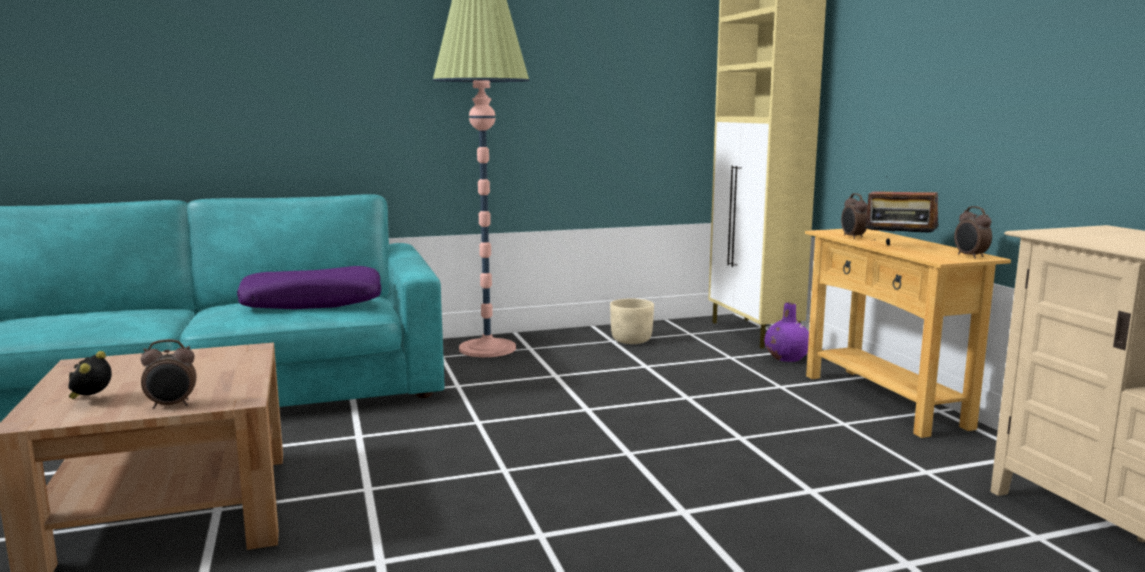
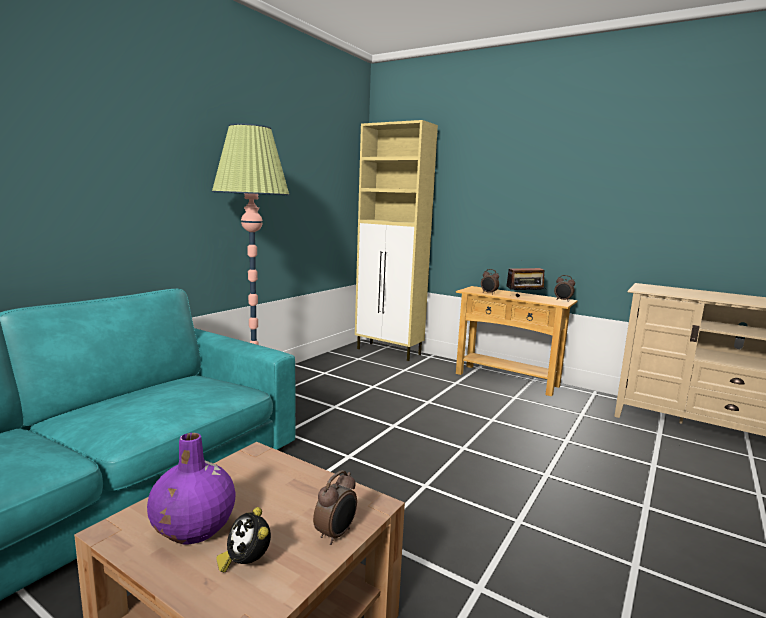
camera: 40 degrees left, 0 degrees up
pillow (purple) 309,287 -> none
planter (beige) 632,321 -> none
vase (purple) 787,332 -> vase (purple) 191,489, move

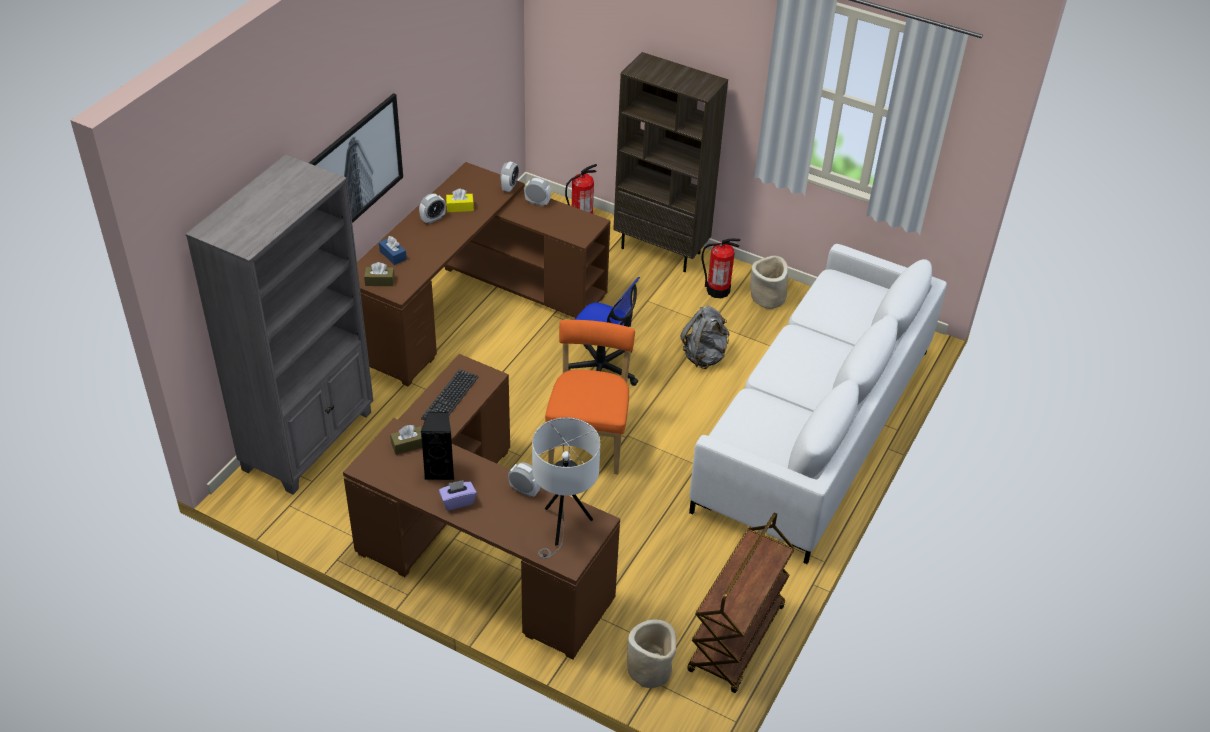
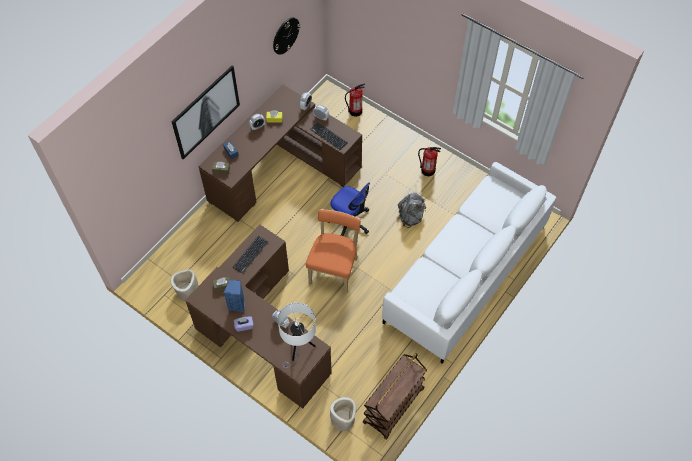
camera: 10 degrees right, 15 degrees up
bookcase (brown) 670,162 -> none
bookcase (grey) 279,325 -> none
planter (beige) 769,282 -> planter (beige) 184,285, move
speaker (black) 437,446 -> speaker (blue) 234,296
none -> wall clock 286,36
none -> keyboard 329,136

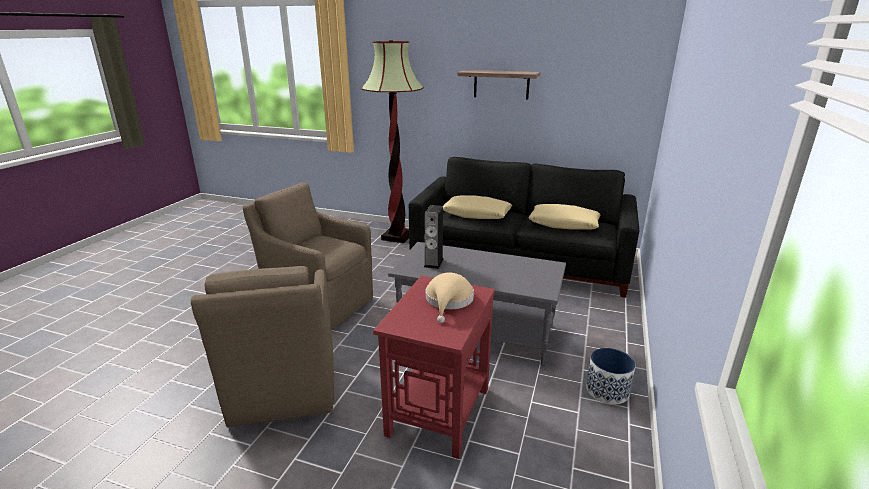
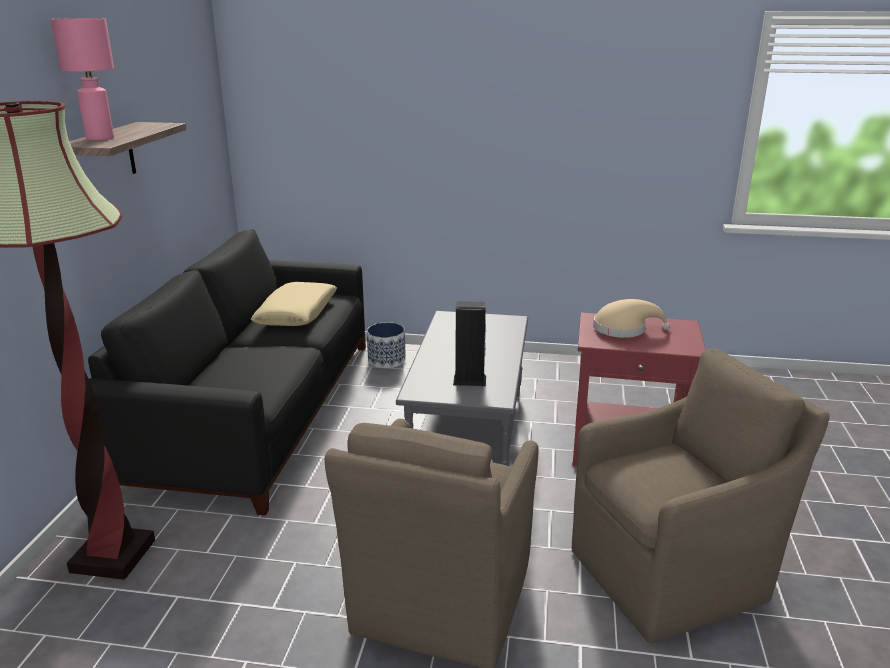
camera: 100 degrees left, 0 degrees up
pillow (beige) 477,207 -> none
planter 611,376 -> planter 386,345, move
none -> table lamp (pink) 82,79

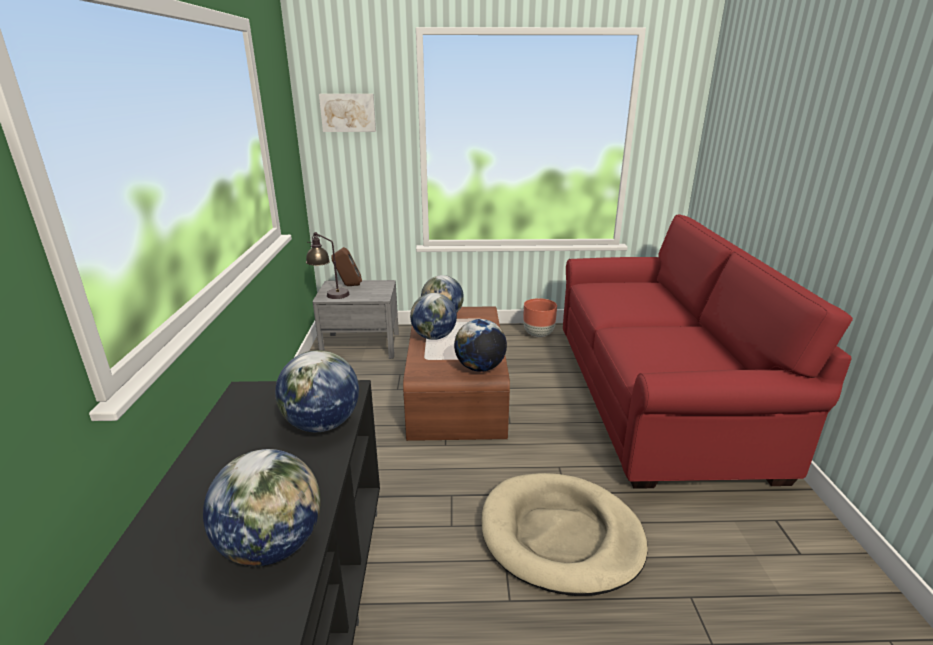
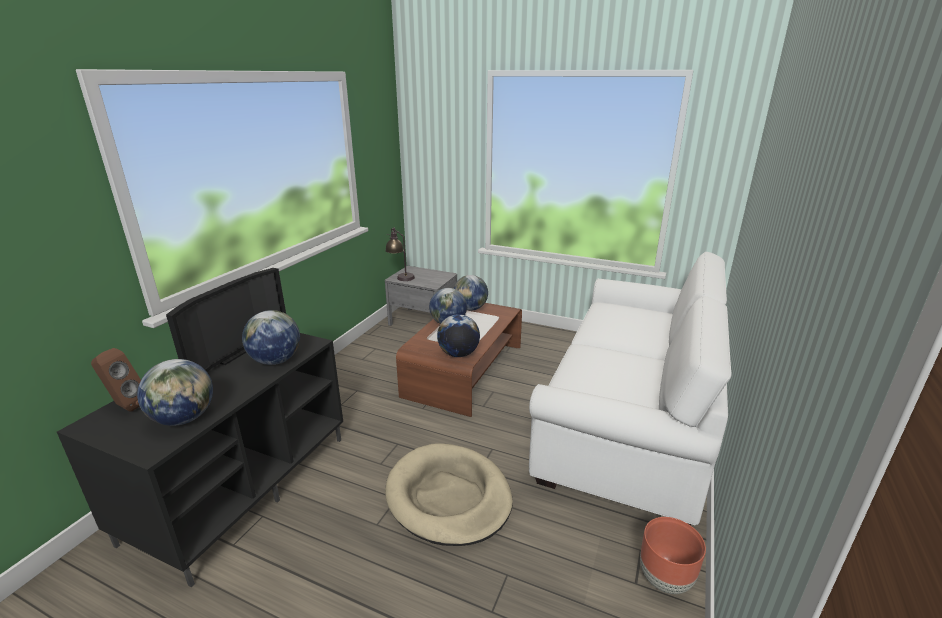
camera: 25 degrees right, 0 degrees up
picture 347,113 -> none
sofa (red) 708,352 -> sofa (white) 630,389
speaker (brown) 346,266 -> speaker (brown) 116,379, move
planter (brown) 540,317 -> planter (brown) 673,555, move
none -> television 226,320

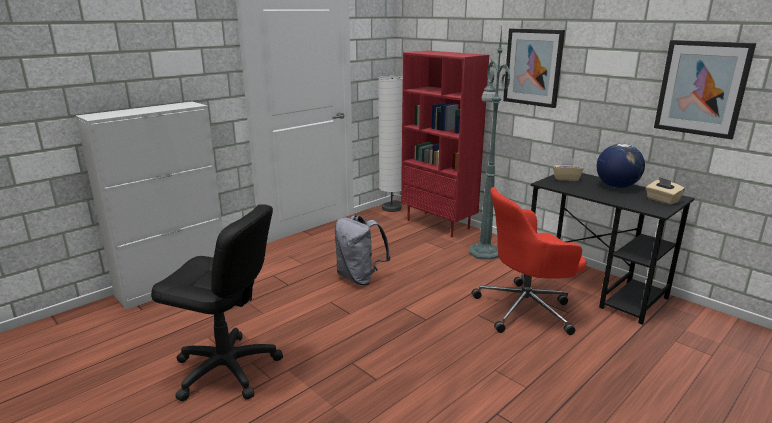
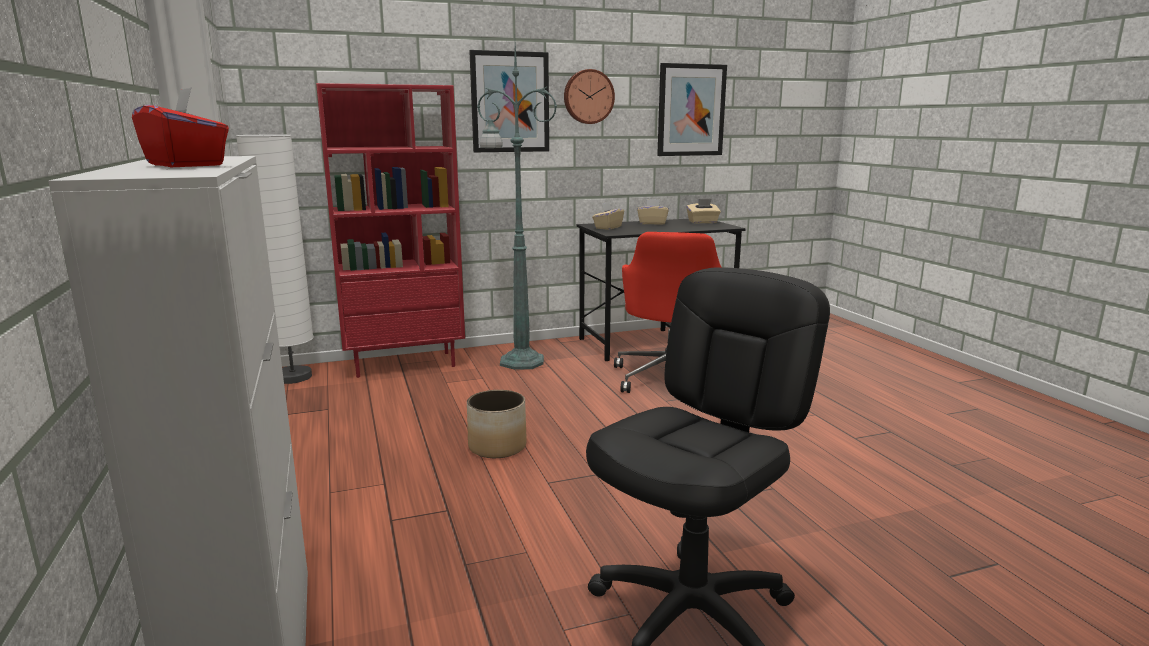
camera: 65 degrees left, 5 degrees down
globe 621,166 -> tissue box (beige) 653,212
backpack (grey) 362,250 -> planter 497,424
none -> wall clock 589,96
none -> tissue box (red) 180,127

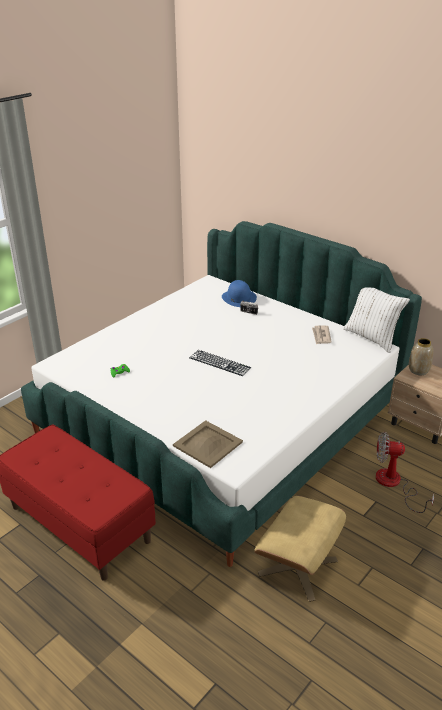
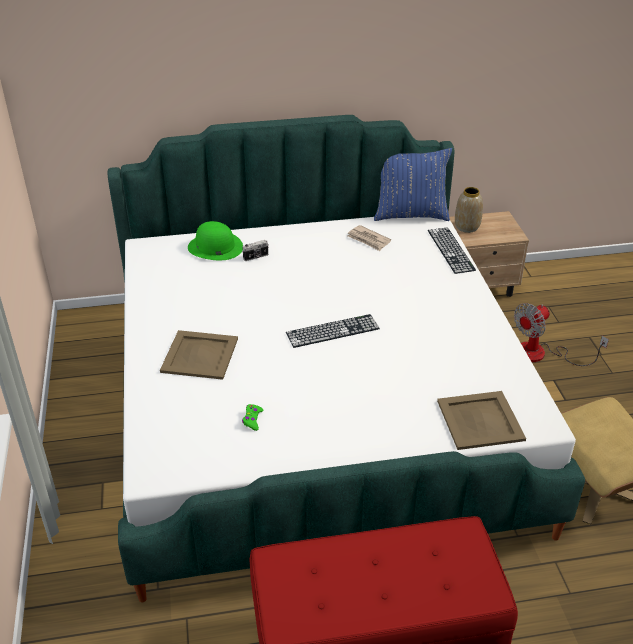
camera: 50 degrees left, 5 degrees up
hat (blue) 239,293 -> hat (green) 215,240
pillow (white) 376,320 -> pillow (blue) 413,184
none -> keyboard 452,250
none -> tray (beige) 199,355

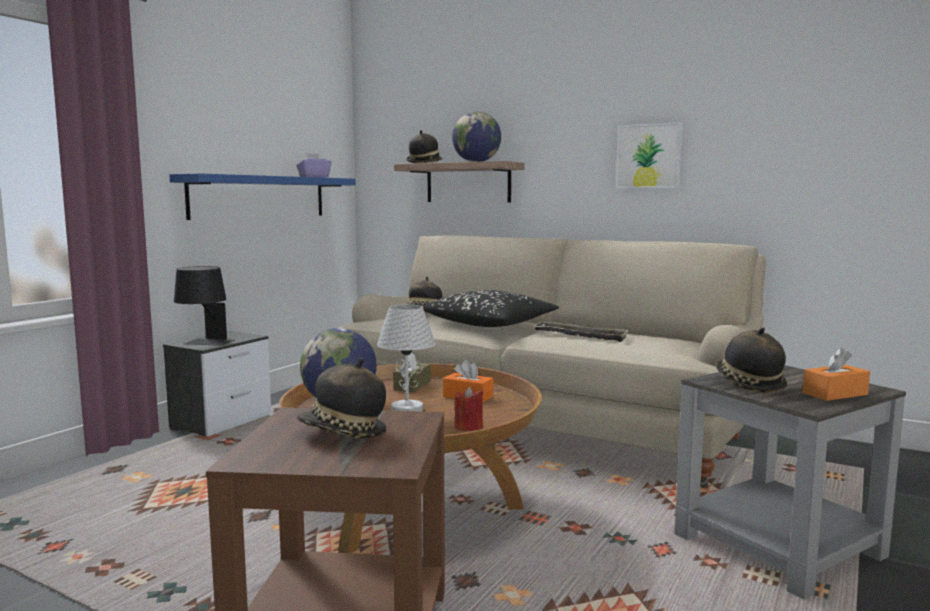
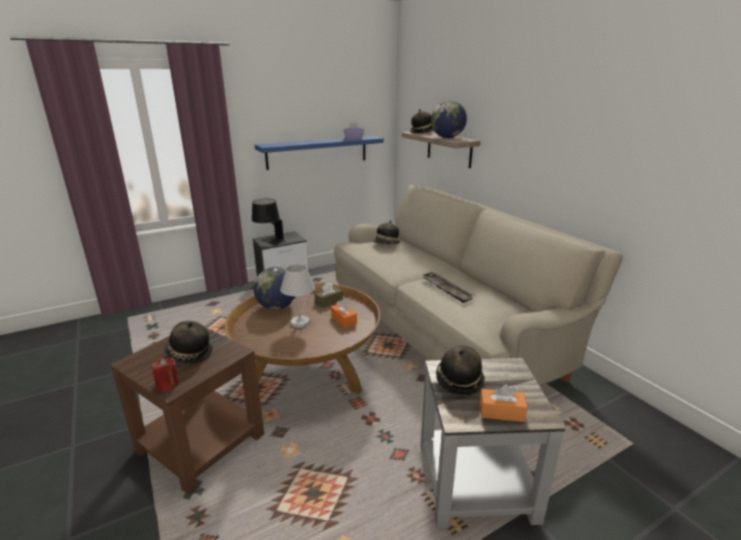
camera: 30 degrees right, 15 degrees up
picture 649,155 -> none
pillow (black) 491,308 -> none
candle (red) 469,408 -> candle (red) 165,375, move

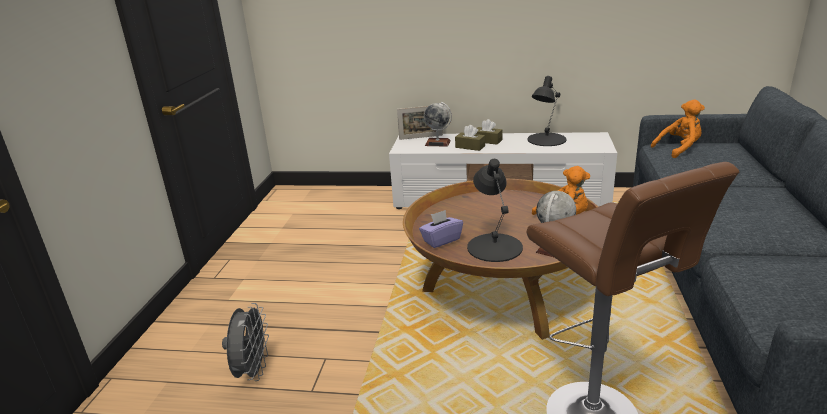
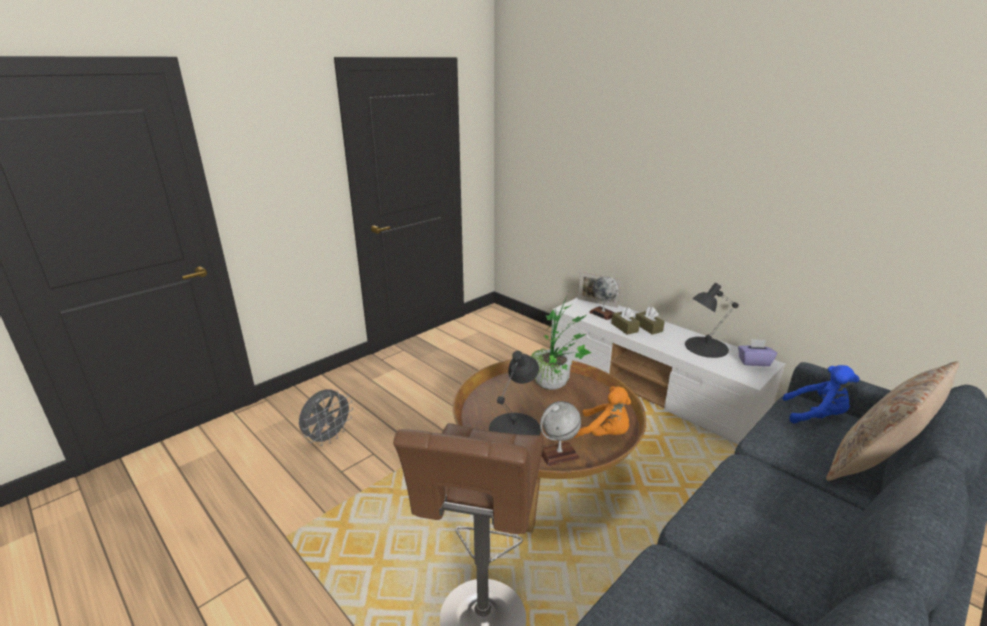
camera: 35 degrees right, 0 degrees up
plush toy (orange) 678,128 -> plush toy (blue) 821,394
tissue box (purple) 441,229 -> tissue box (purple) 757,352, move
none -> potted plant 561,341
none -> pillow (beige) 892,421

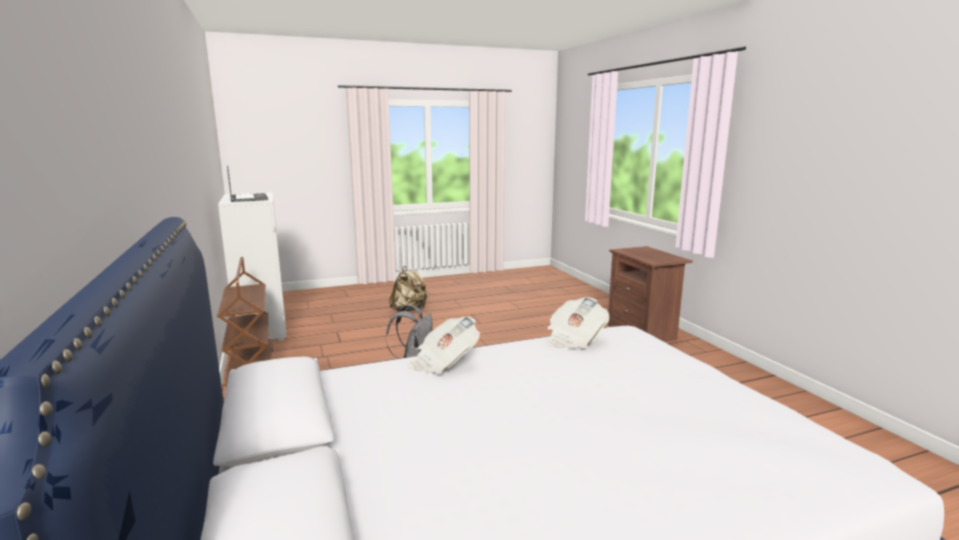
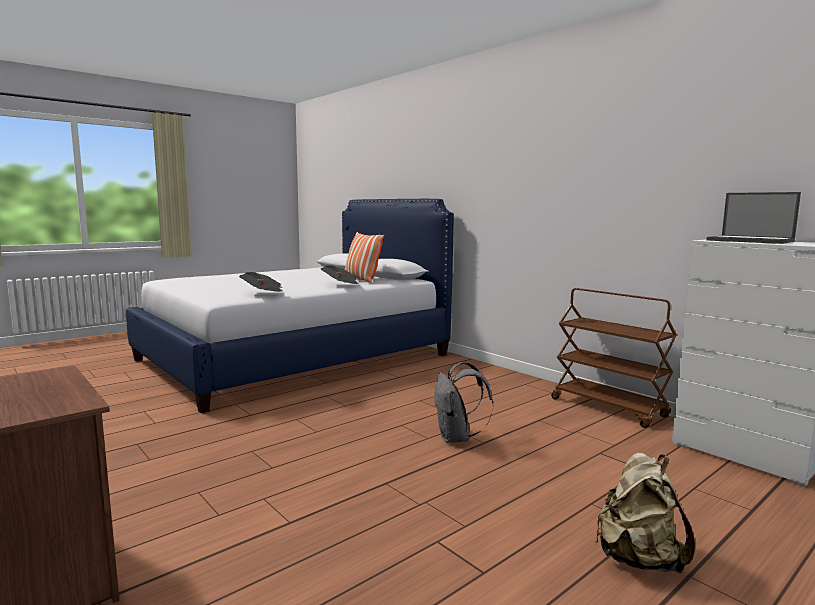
camera: 160 degrees right, 5 degrees down
none -> pillow 364,257

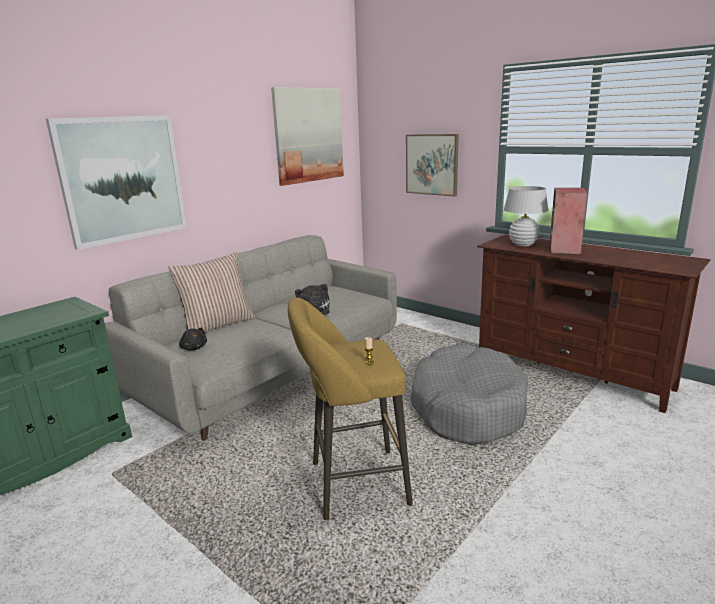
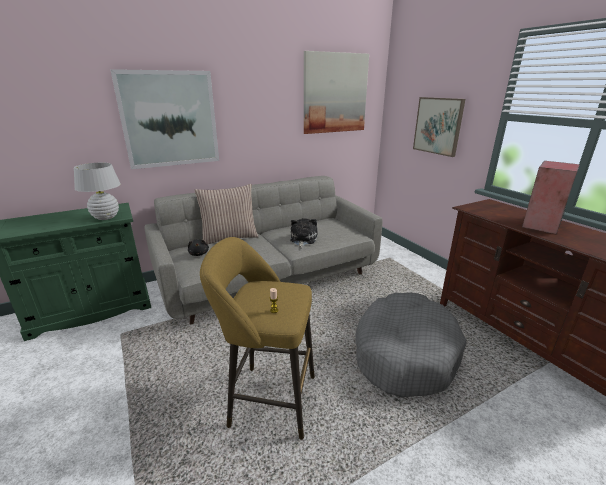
camera: 20 degrees right, 5 degrees up
table lamp (white) 526,216 -> table lamp (white) 97,191, move

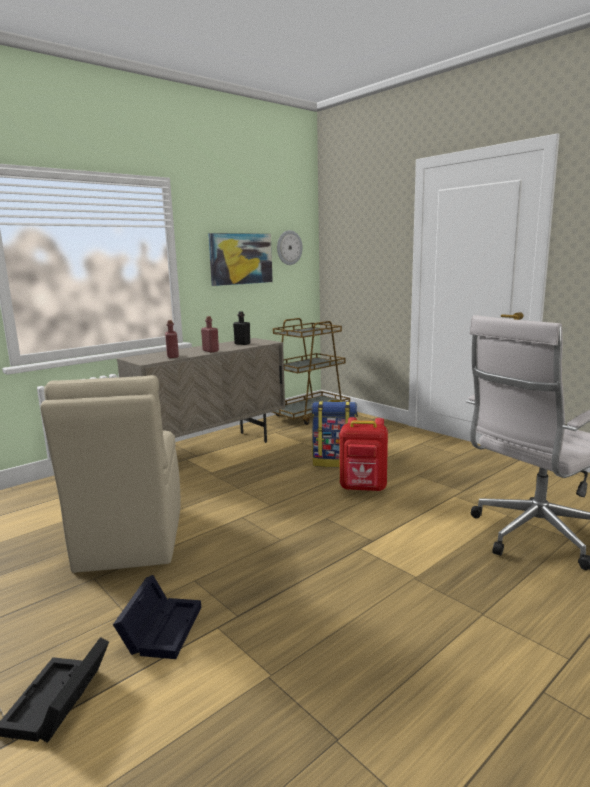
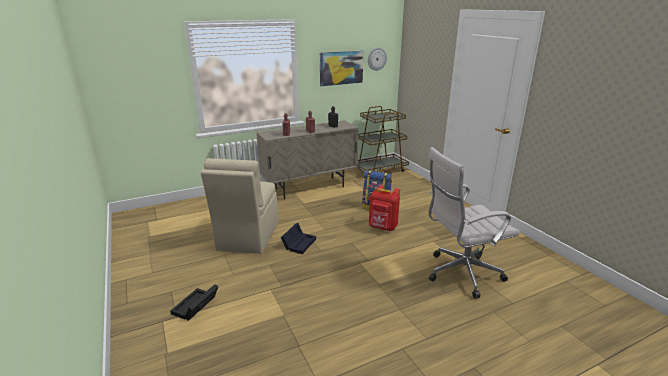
camera: 15 degrees right, 10 degrees up
storage box (black) 157,617 -> storage box (black) 298,238, move

